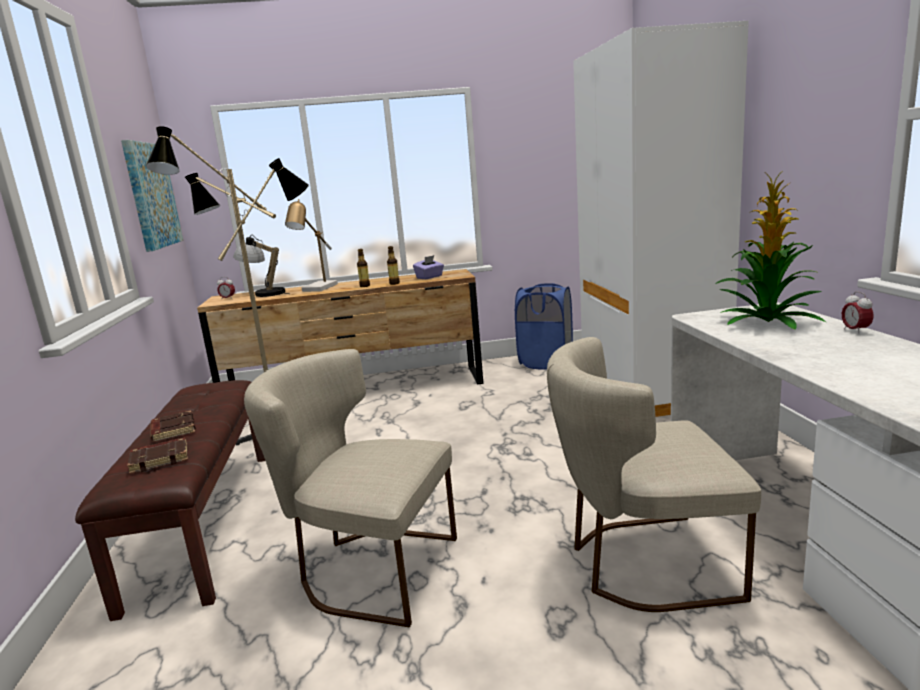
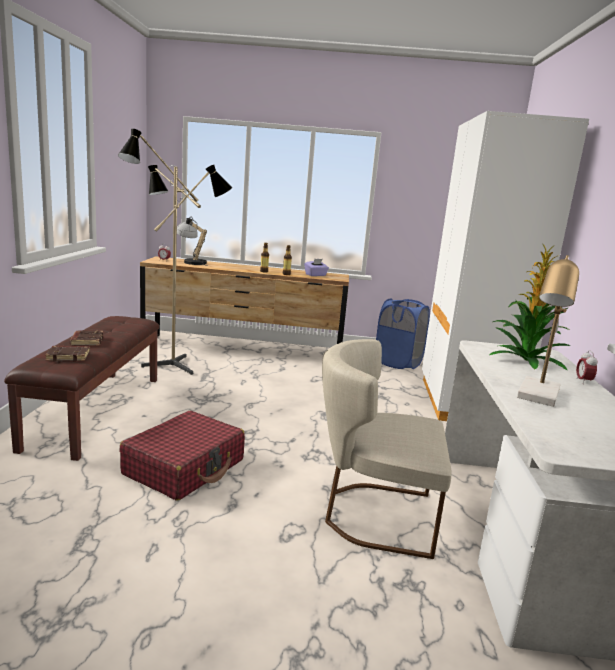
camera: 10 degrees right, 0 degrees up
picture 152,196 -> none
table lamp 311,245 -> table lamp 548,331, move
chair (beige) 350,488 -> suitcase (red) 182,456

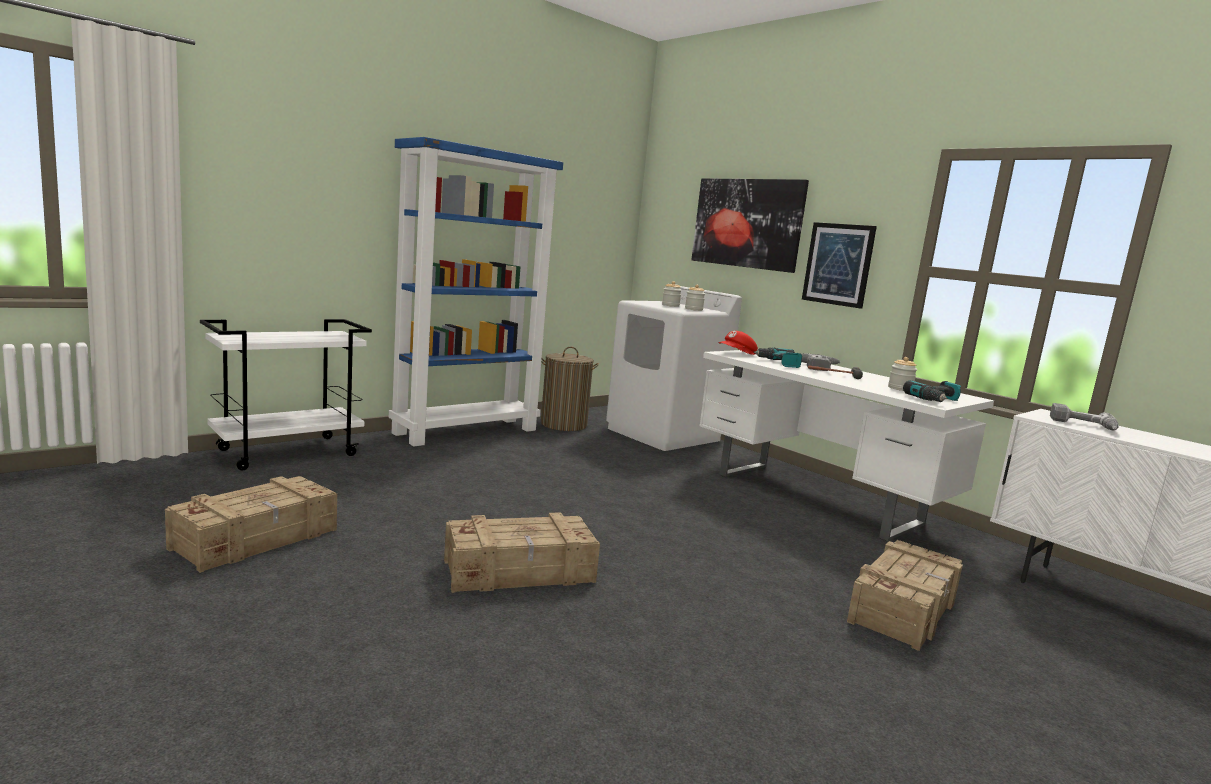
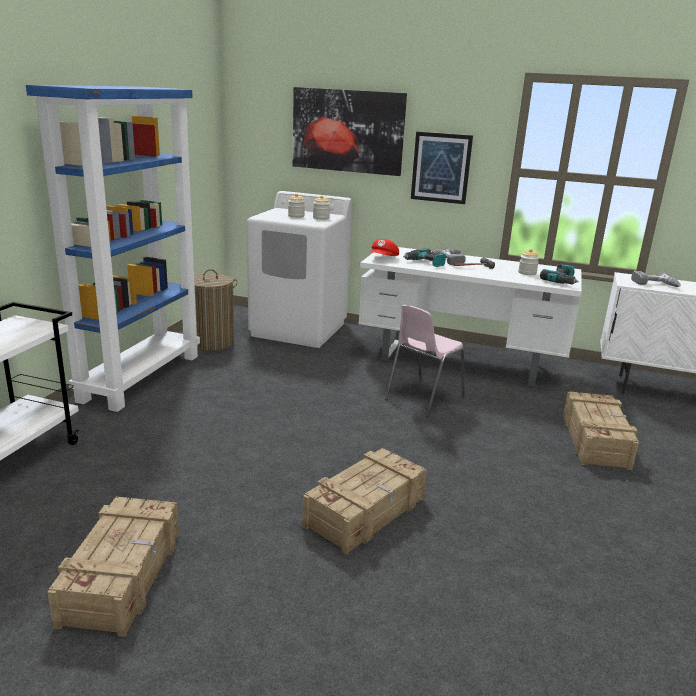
camera: 30 degrees left, 10 degrees up
none -> chair (pink) 425,361

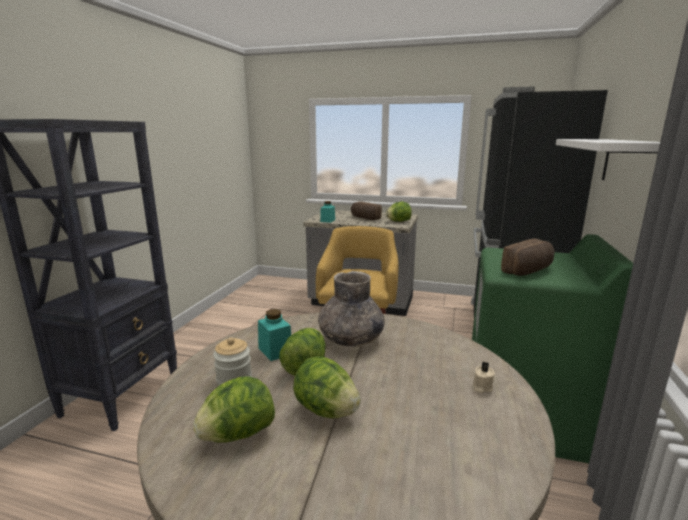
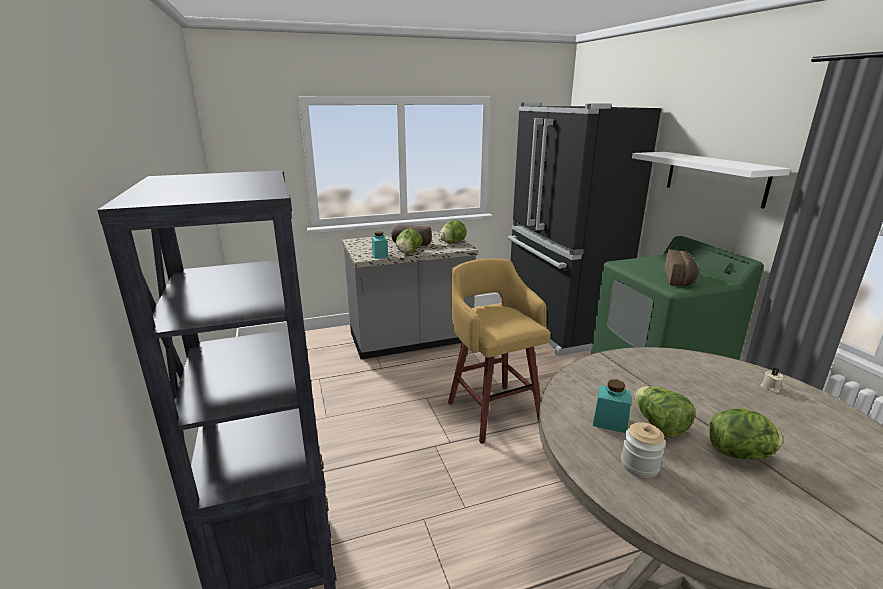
camera: 35 degrees left, 5 degrees up
vase (grey) 351,309 -> none
lettuce 234,410 -> lettuce 409,241, move

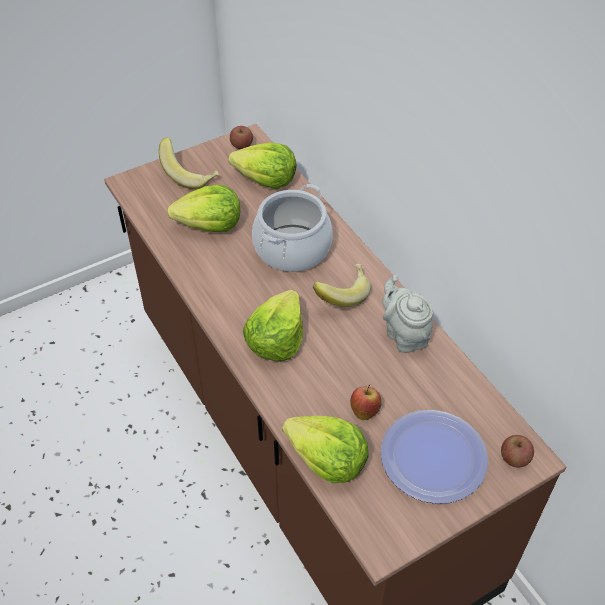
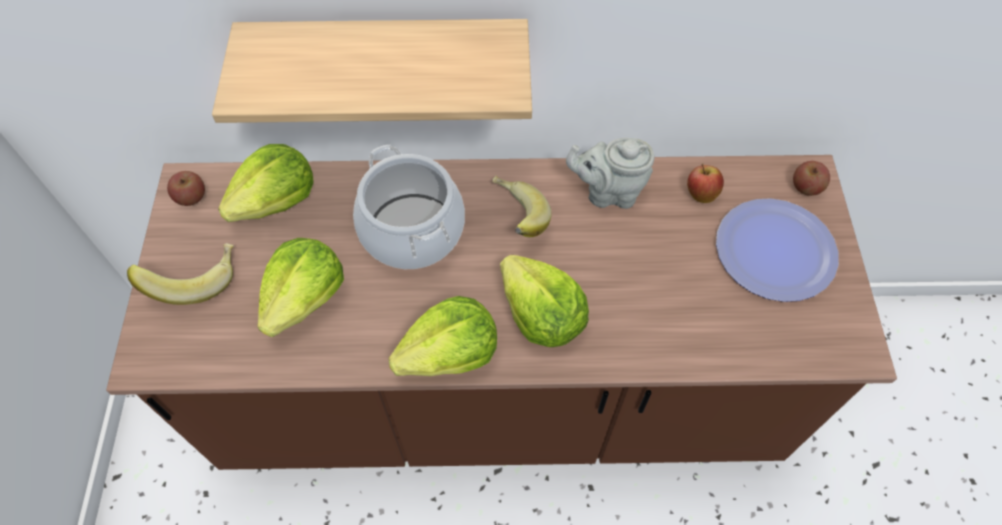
camera: 60 degrees left, 10 degrees up
apple 365,402 -> apple 705,183, move
lettuce 325,449 -> lettuce 442,336, move
none -> shelf 372,71

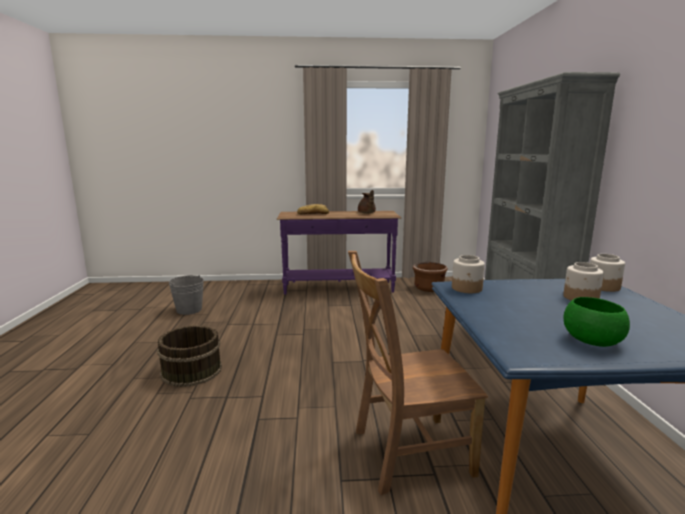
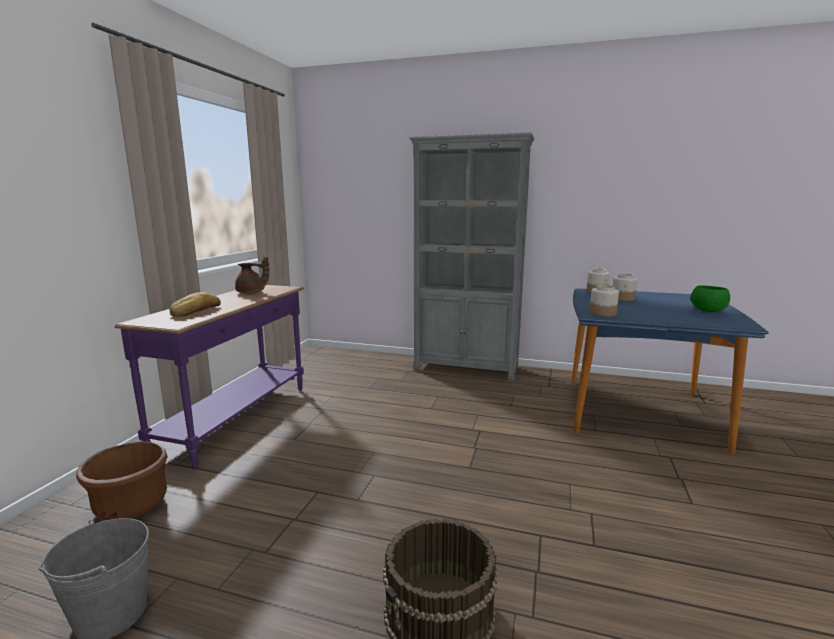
camera: 70 degrees left, 0 degrees up
chair (brown) 418,373 -> none
planter (brown) 430,277 -> planter (brown) 122,481, move

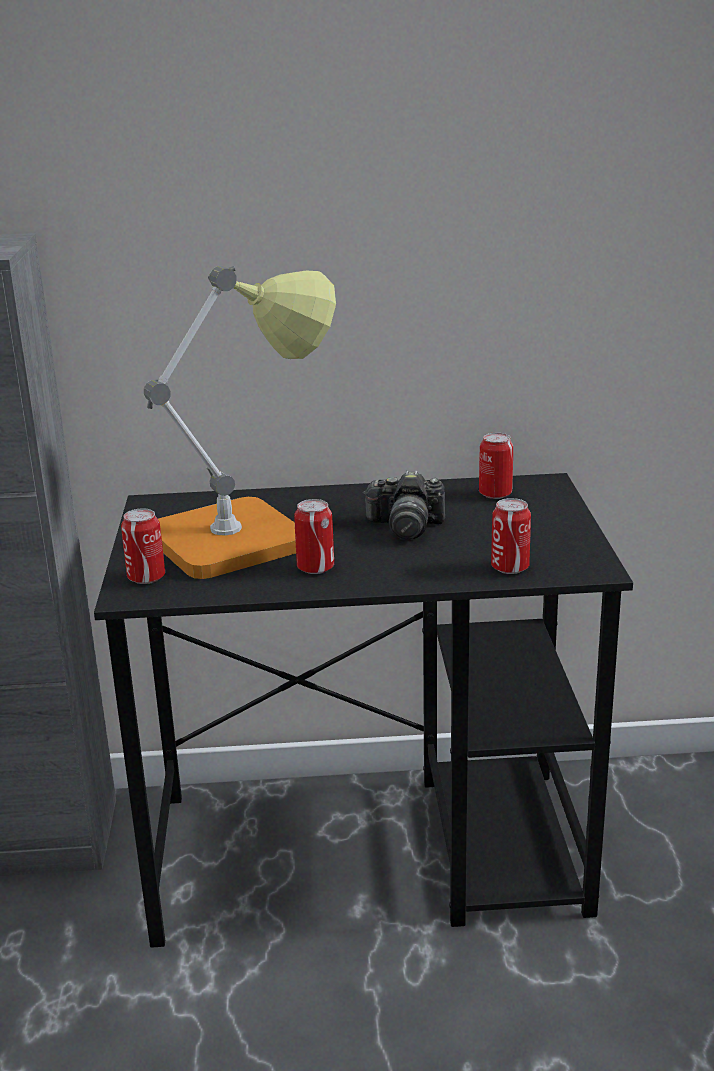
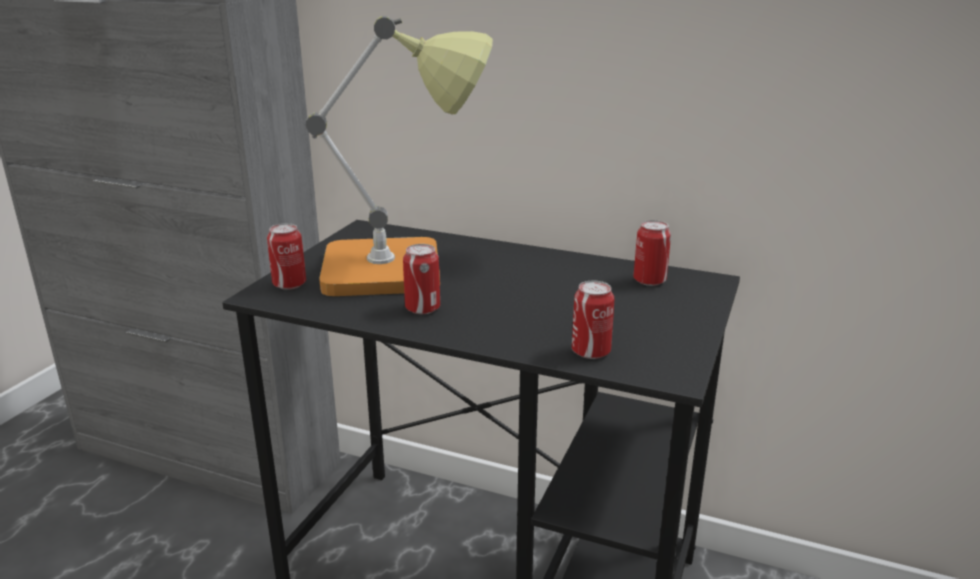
camera: 25 degrees right, 0 degrees up
photo camera 404,505 -> none

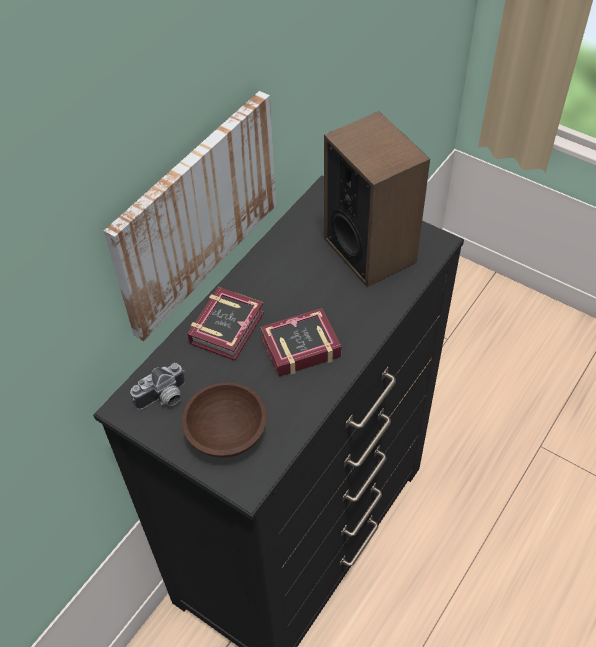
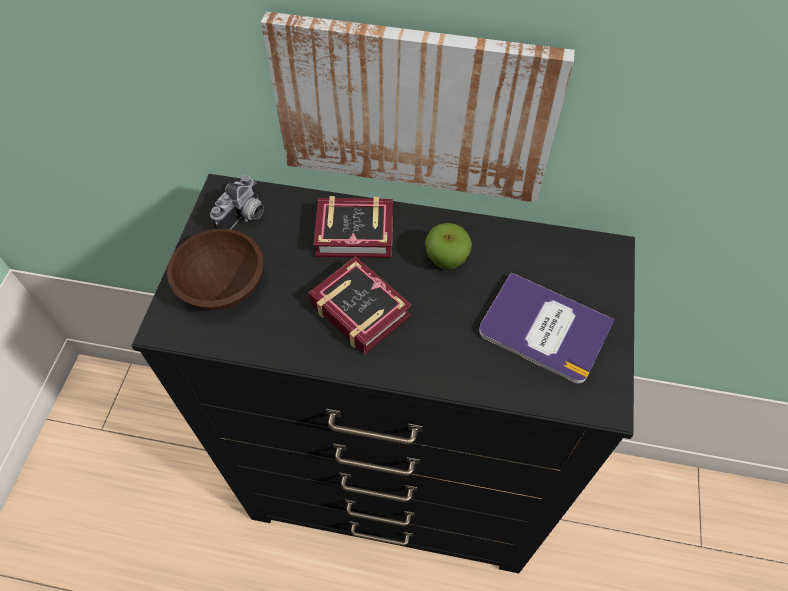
camera: 65 degrees right, 5 degrees up
speaker 377,199 -> book 547,327
photo camera 157,386 -> photo camera 237,202, 90 degrees counterclockwise
none -> apple 448,246

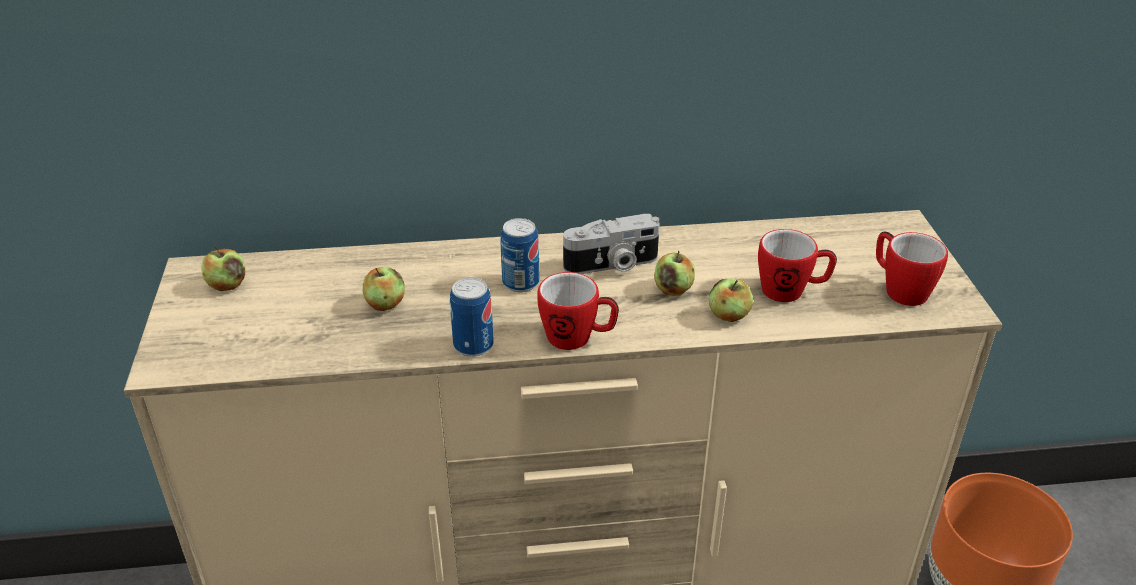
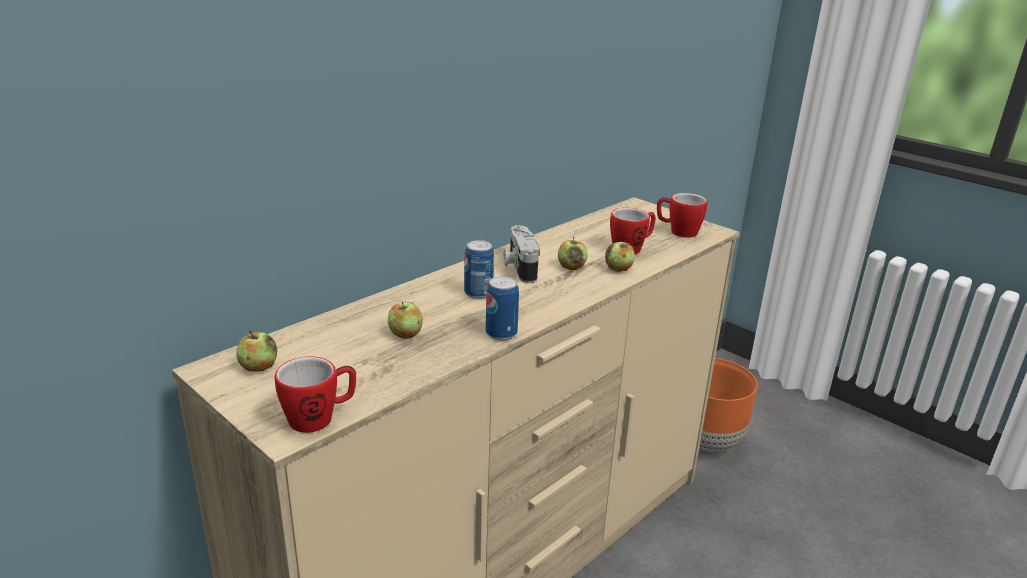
camera: 40 degrees left, 10 degrees down
photo camera 611,244 -> photo camera 521,254, 135 degrees clockwise
mug 578,311 -> mug 315,394, move

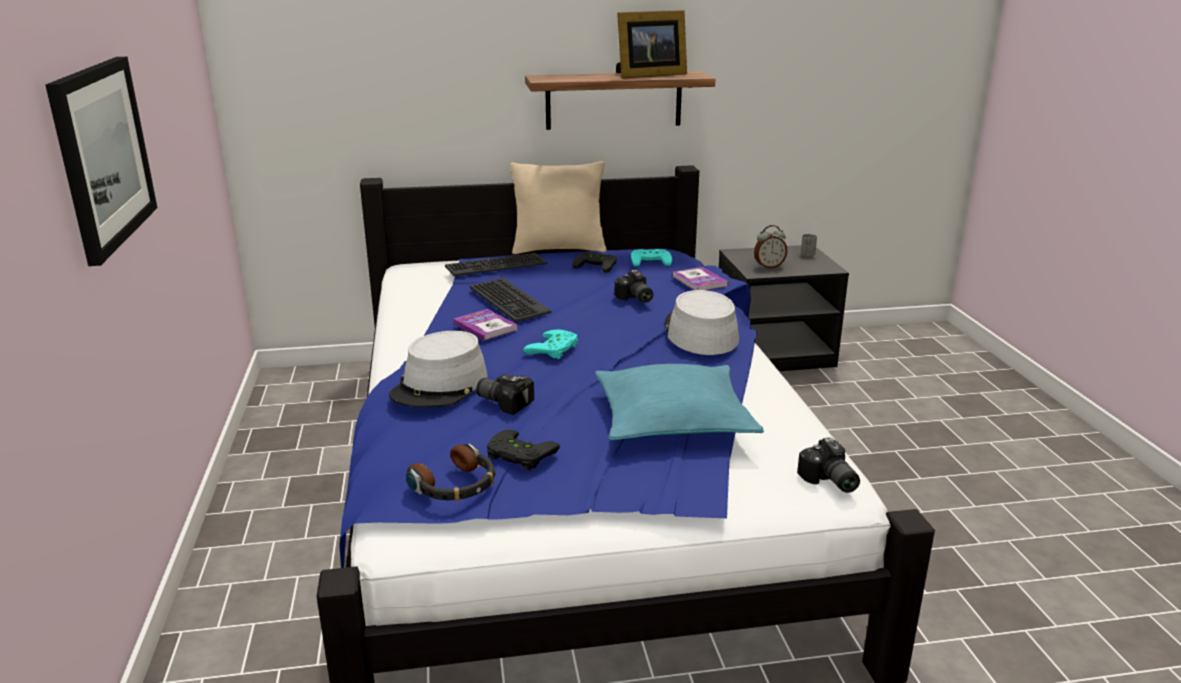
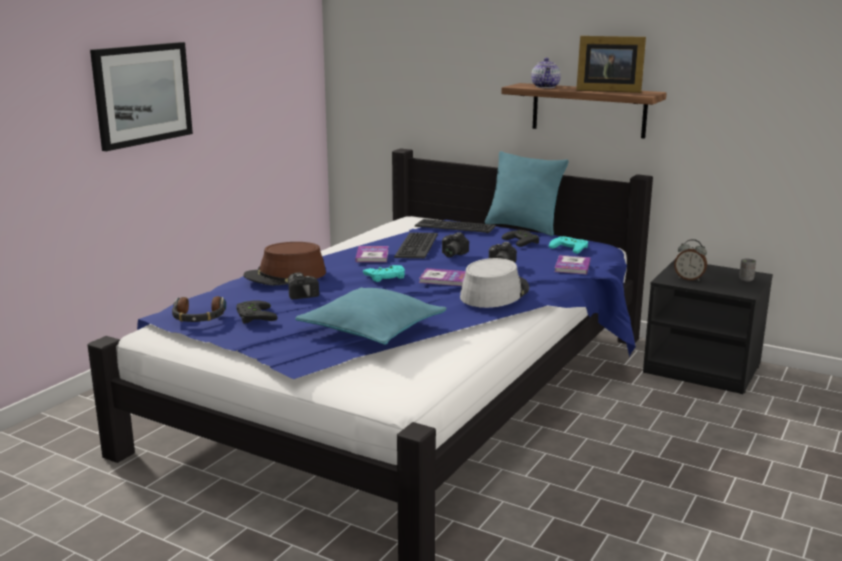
camera: 40 degrees right, 5 degrees down
pillow (beige) 558,207 -> pillow (turquoise) 526,193
hat (grey) 438,369 -> hat (brown) 284,263
photo camera 828,465 -> photo camera 455,244, move
none -> teapot 546,73
none -> book 442,277

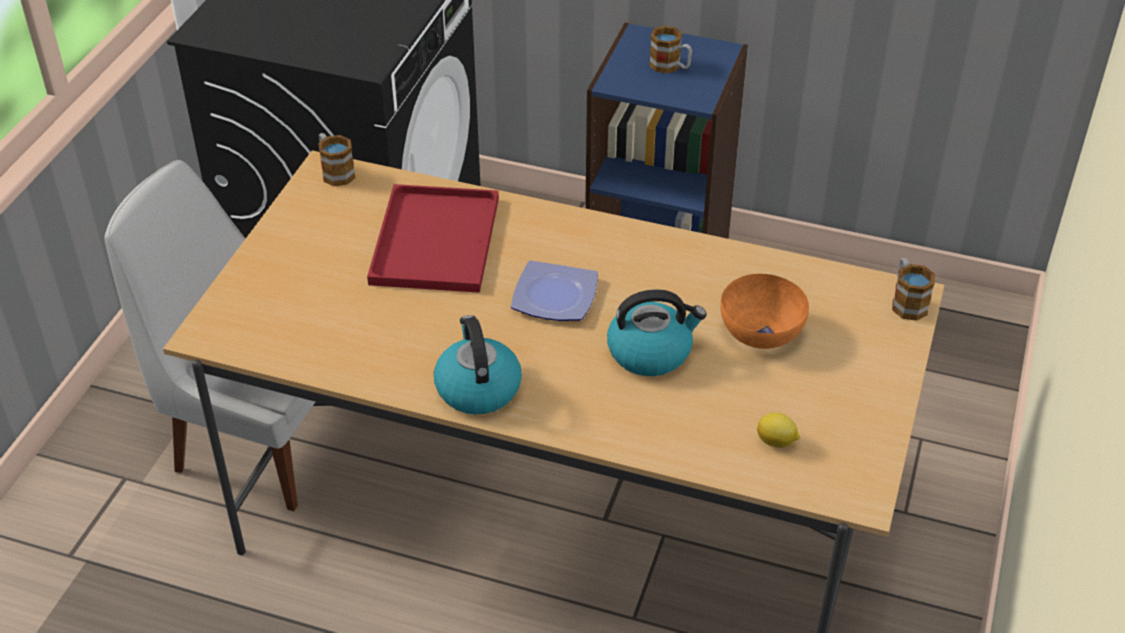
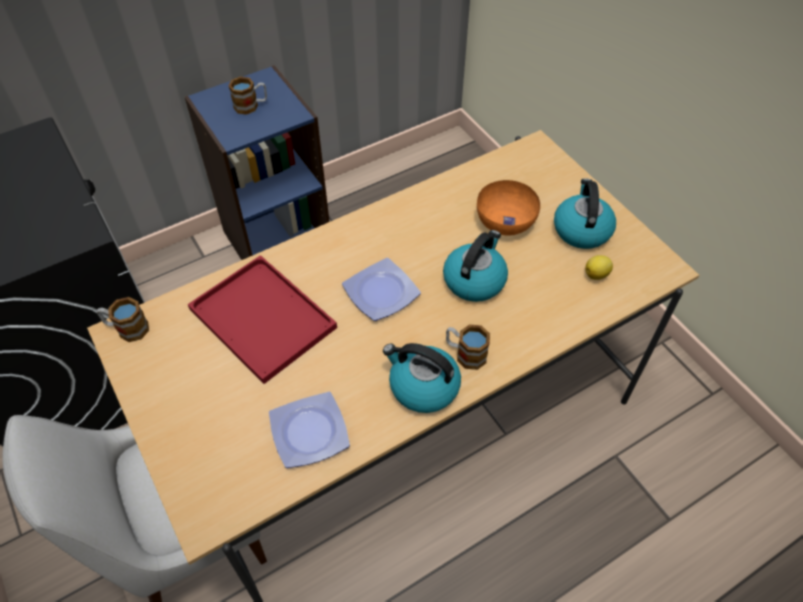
camera: 50 degrees left, 10 degrees up
mug 913,289 -> mug 468,347, move
none -> kettle 585,214
none -> plate 309,430

